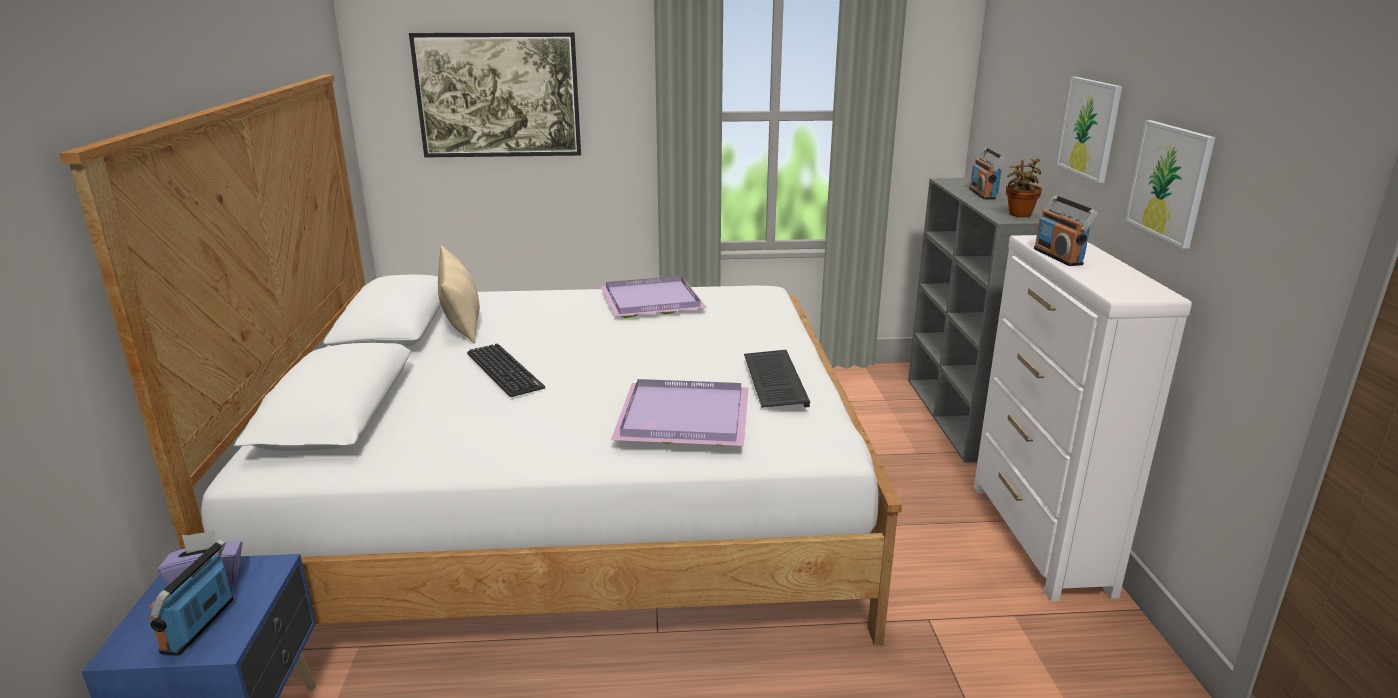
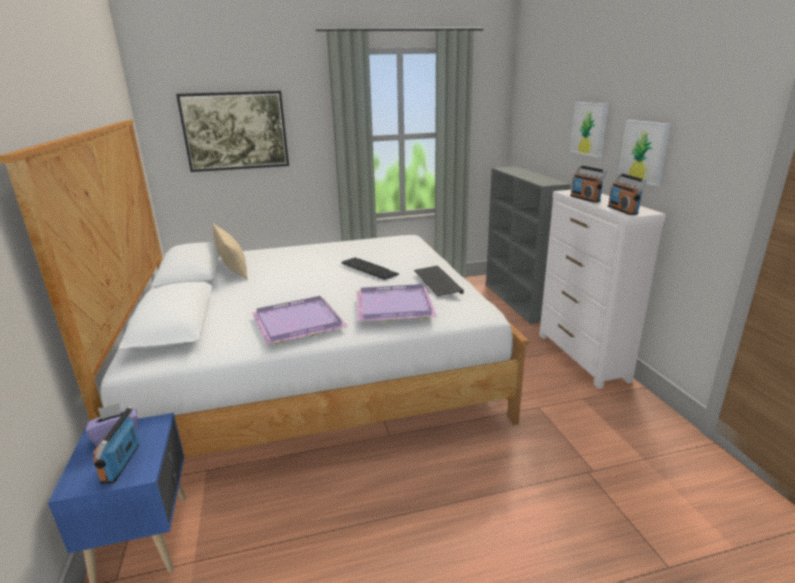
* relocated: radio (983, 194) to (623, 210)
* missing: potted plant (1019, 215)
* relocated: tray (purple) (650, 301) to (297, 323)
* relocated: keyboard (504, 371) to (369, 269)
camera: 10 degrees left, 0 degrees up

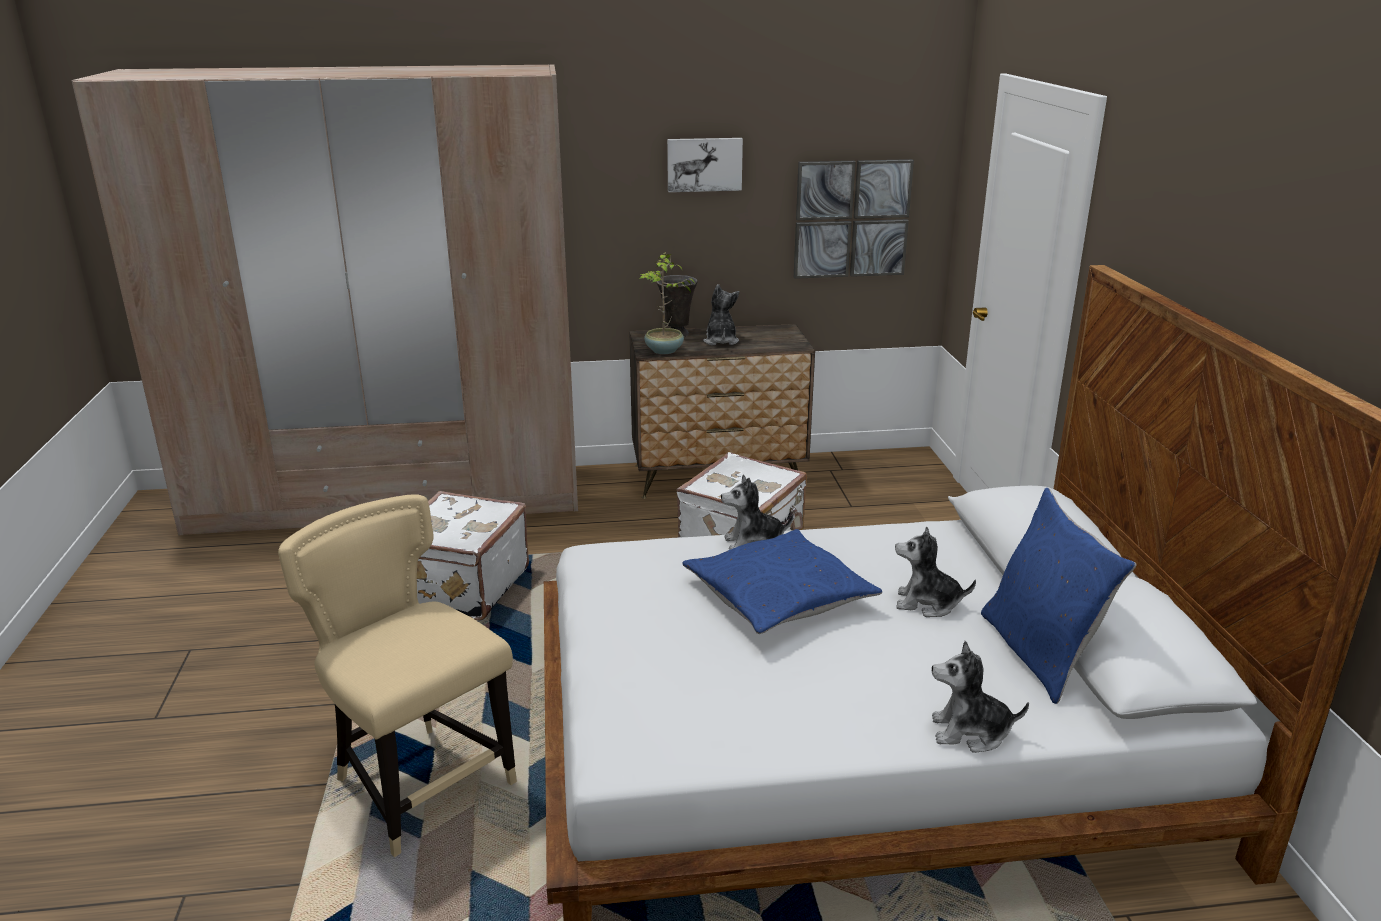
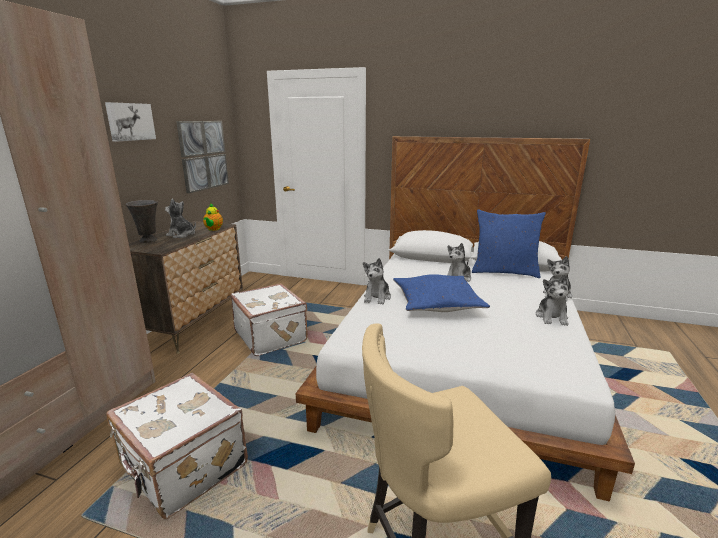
* missing: potted plant (664, 351)
* appeared: teapot (213, 229)
* appeared: plush toy (552, 317)
camera: 65 degrees left, 5 degrees down

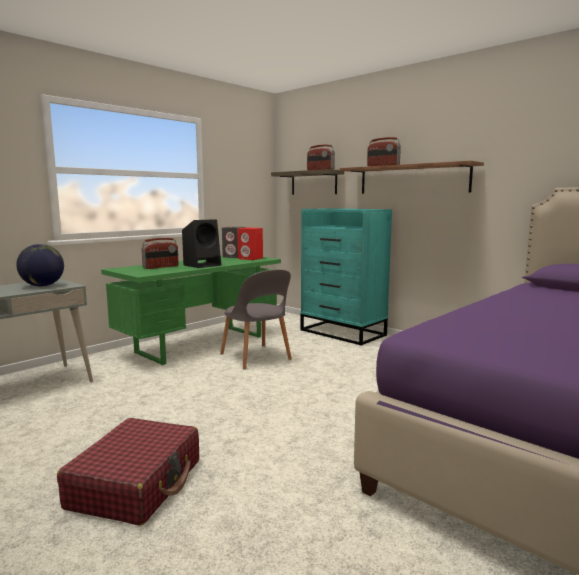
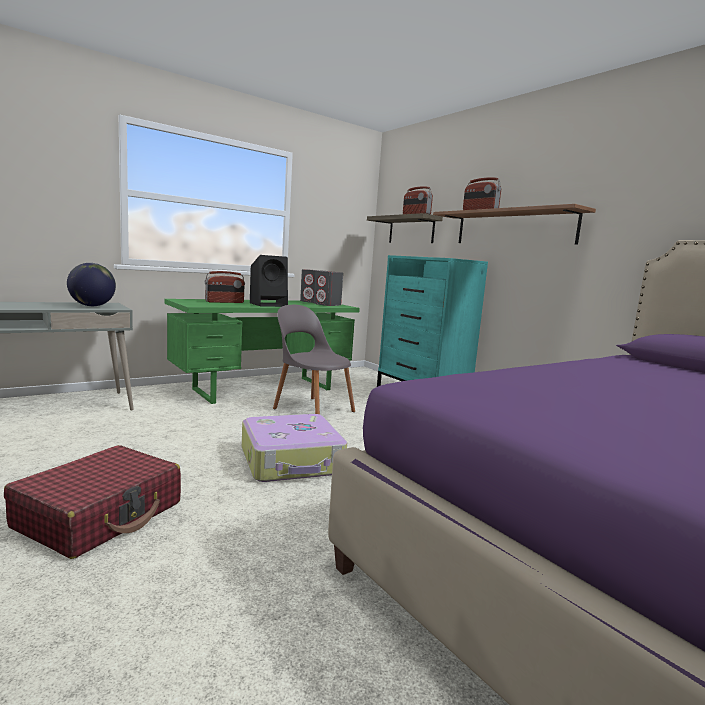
* colour: speaker (red) (250, 258) to speaker (grey) (327, 304)
* spun: chair (grey) (256, 357) = (311, 409) 150 degrees clockwise
* appeared: suitcase (292, 461)
camera: 10 degrees right, 0 degrees up

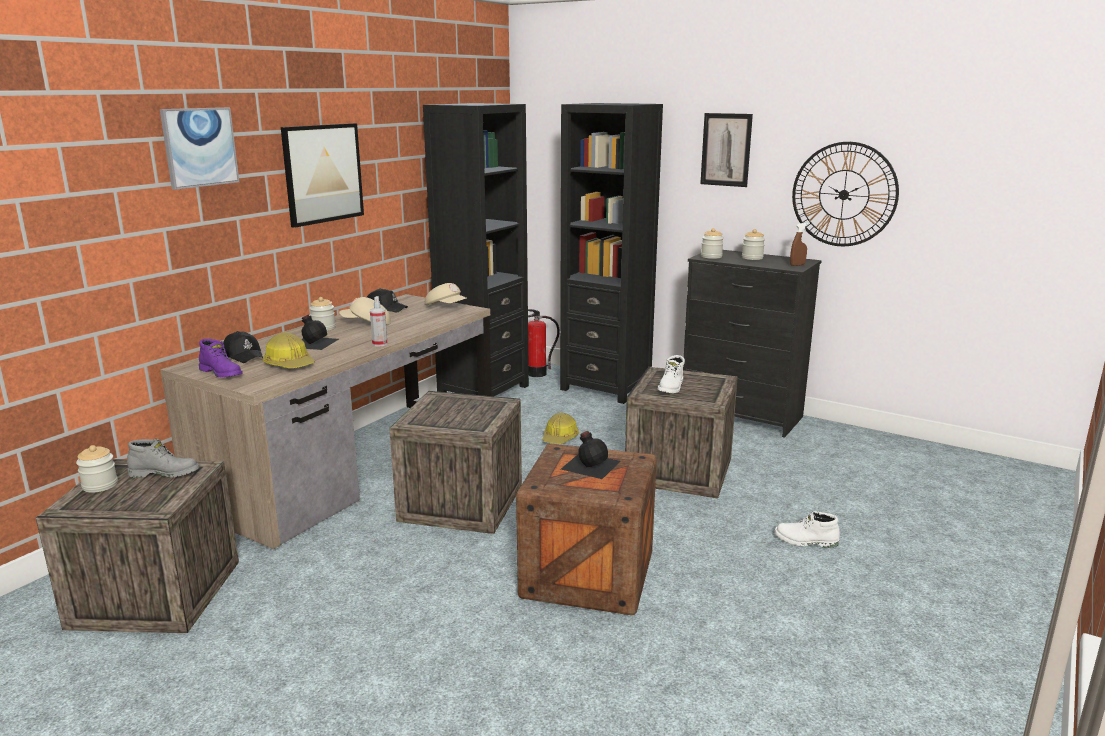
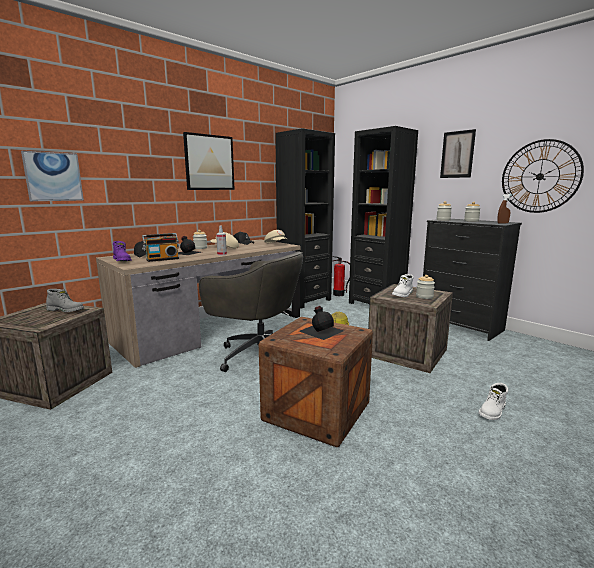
* relocated: picture (199, 147) to (53, 177)
* exchanged: hard hat (290, 364) to radio (162, 259)
* exchanged: crate (461, 503) to office chair (grey) (258, 356)
* relocated: jar (100, 485) to (424, 297)
* spun: boot (white) (805, 541) = (493, 411) 75 degrees counterclockwise
camera: 15 degrees right, 5 degrees down

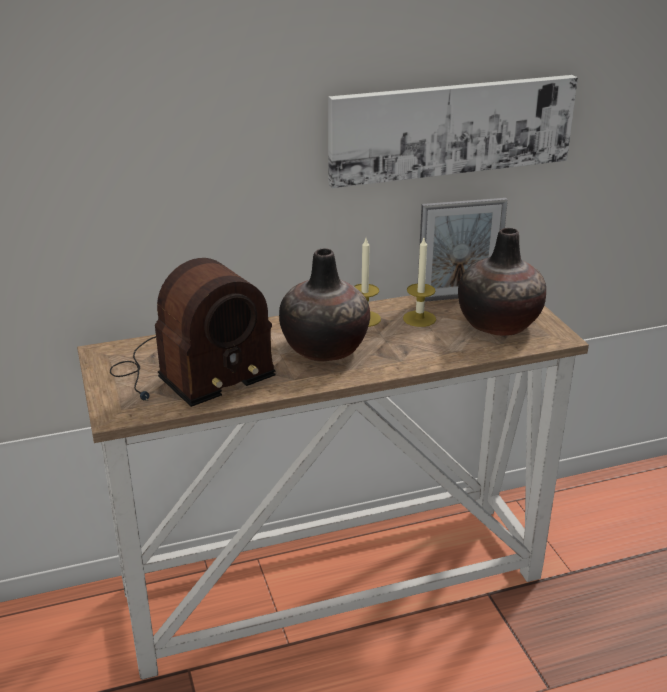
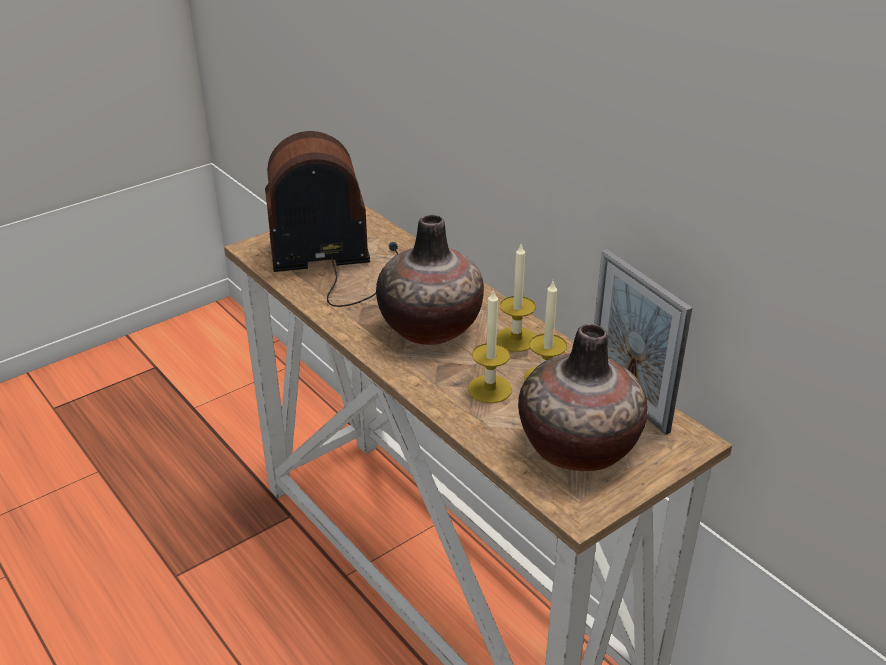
* missing: picture (451, 128)
* spun: radio (189, 373) = (338, 264) 135 degrees clockwise
* appeared: candle (489, 389)
camera: 70 degrees right, 5 degrees up

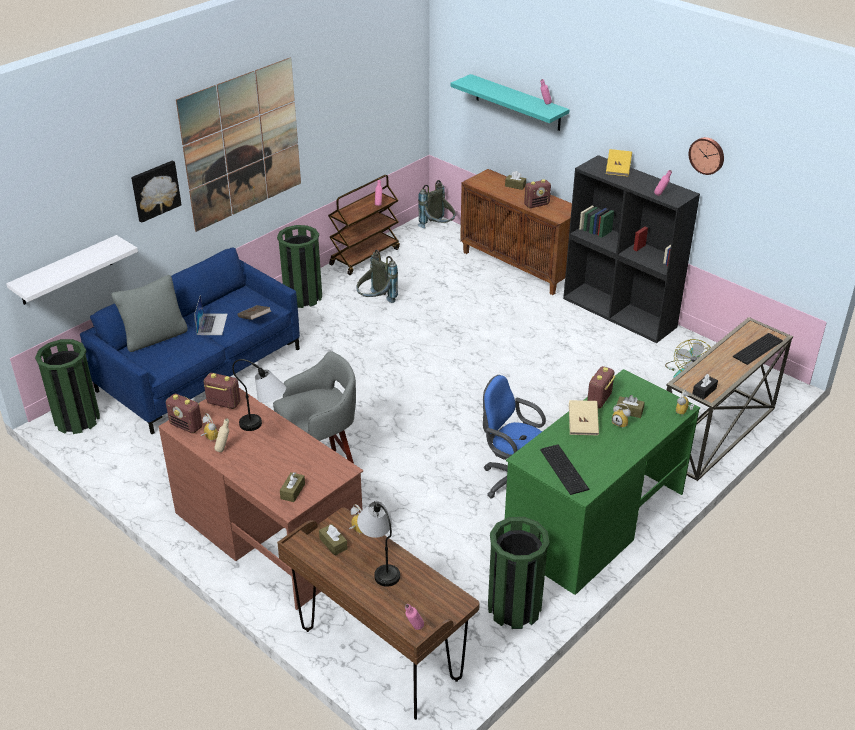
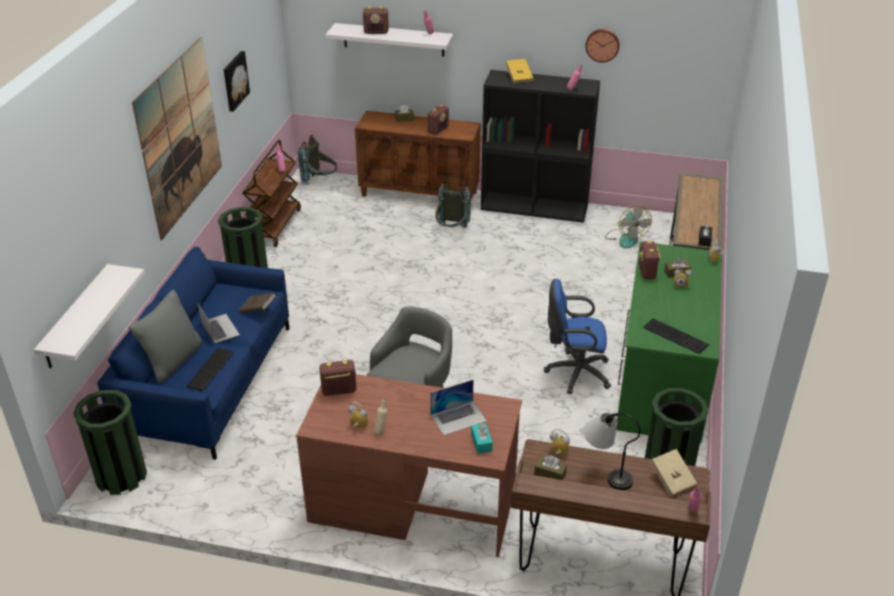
* colour: shelf (turquoise) (517, 102) to shelf (white) (393, 39)
* relocated: picture (155, 190) to (234, 80)
* relocated: backpack (grey) (376, 302) to (451, 231)
* relocated: keyboard (759, 349) to (212, 369)
* missing: table lamp (265, 426)
* relocated: radio (186, 426) to (376, 32)
* relocated: book (beige) (583, 425) to (672, 479)
* colour: tissue box (brown) (292, 491) to tissue box (turquoise) (481, 442)
* appeared: laptop (458, 417)
camera: 30 degrees left, 0 degrees up

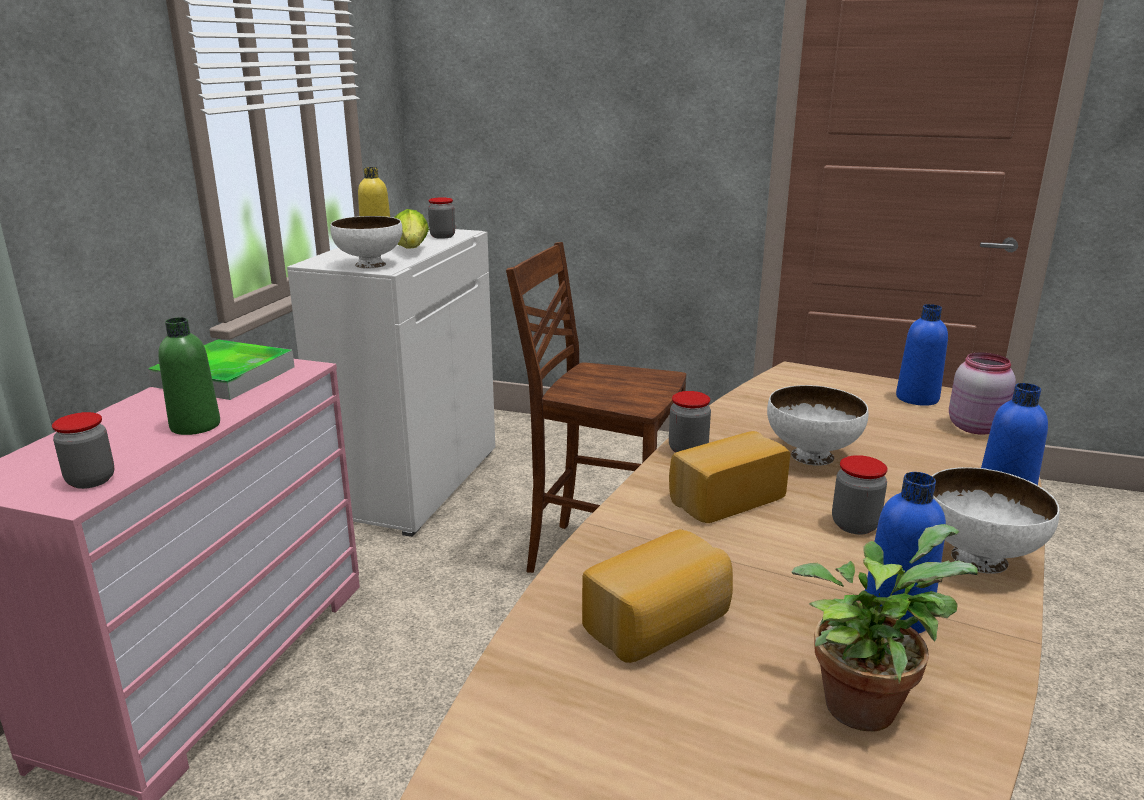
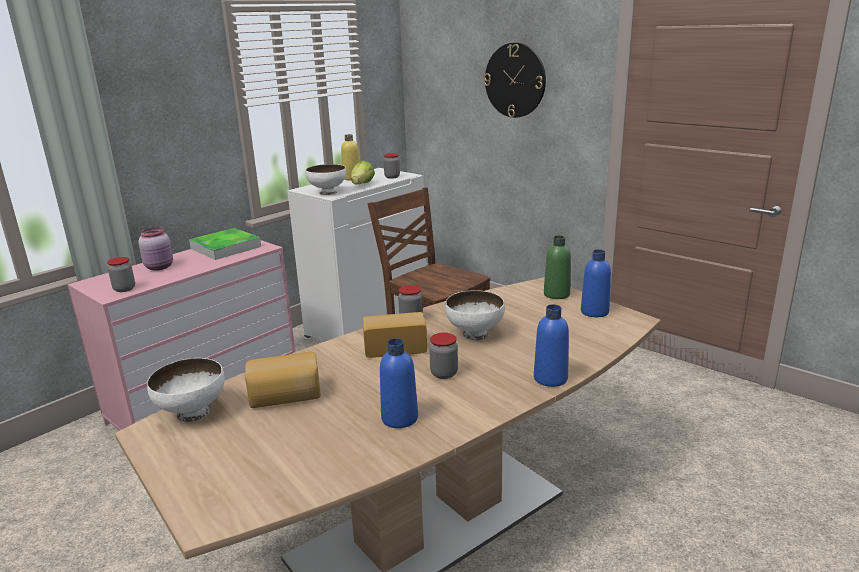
* relocated: bottle (green) (195, 426) to (556, 294)
* relocated: jar (pink) (976, 427) to (160, 267)
* relocated: bowl (white) (977, 558) to (193, 413)
* missing: potted plant (862, 701)
* appeared: wall clock (515, 80)
camera: 25 degrees right, 0 degrees up

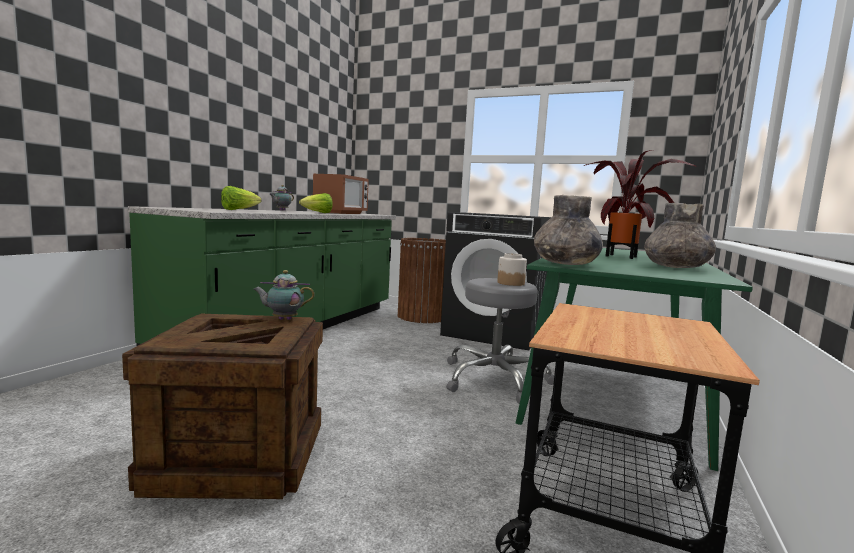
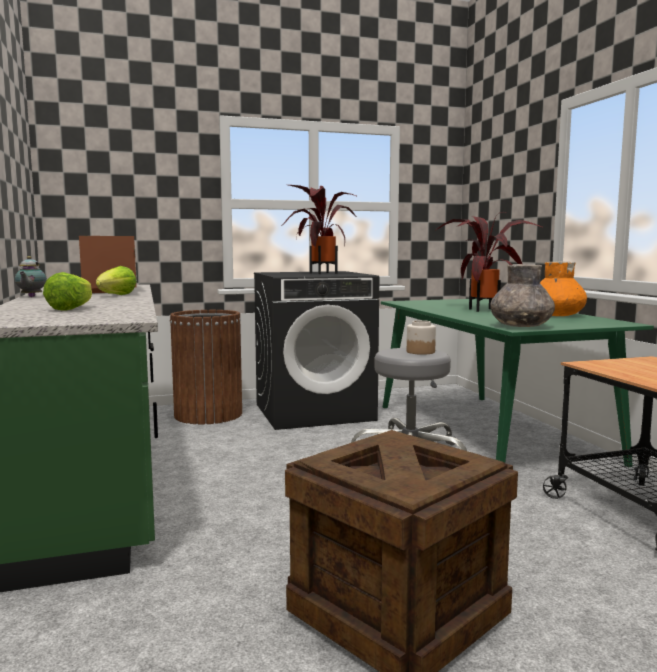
* colour: vase (grey) (676, 267) to vase (orange) (557, 315)
* missing: teapot (283, 319)
* appeared: potted plant (320, 273)
camera: 40 degrees left, 0 degrees up

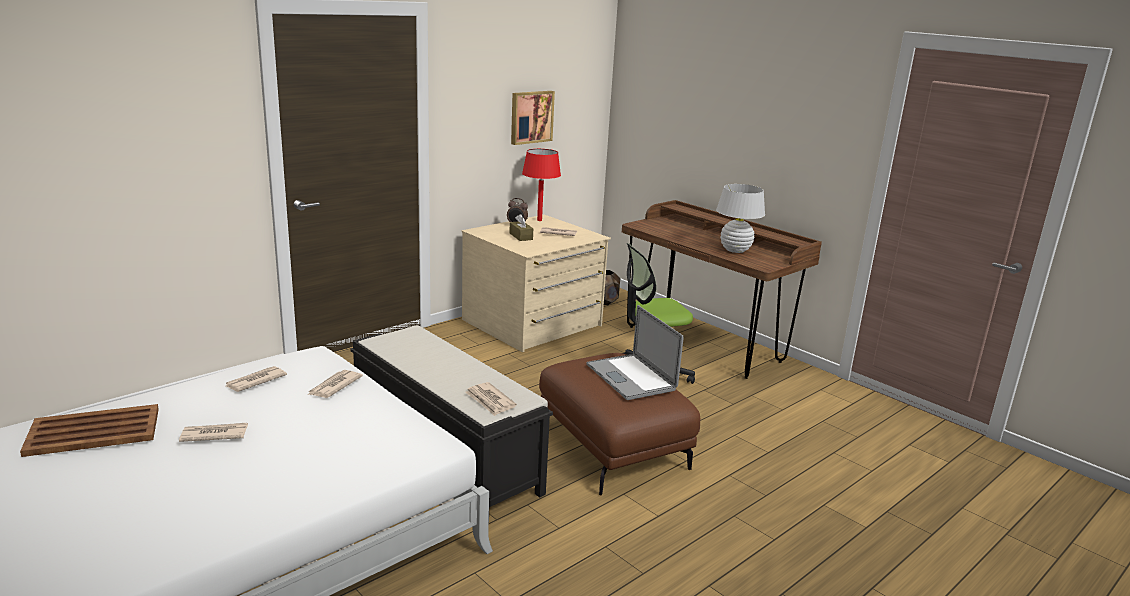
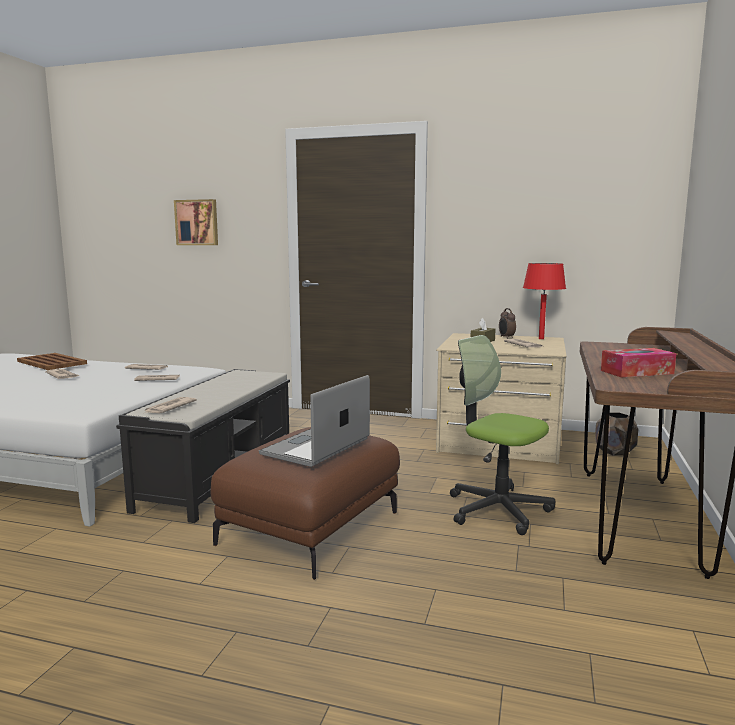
* relocated: picture (531, 117) to (197, 222)
* exchanged: table lamp (white) (735, 250) to tissue box (637, 372)
camera: 60 degrees right, 10 degrees down

